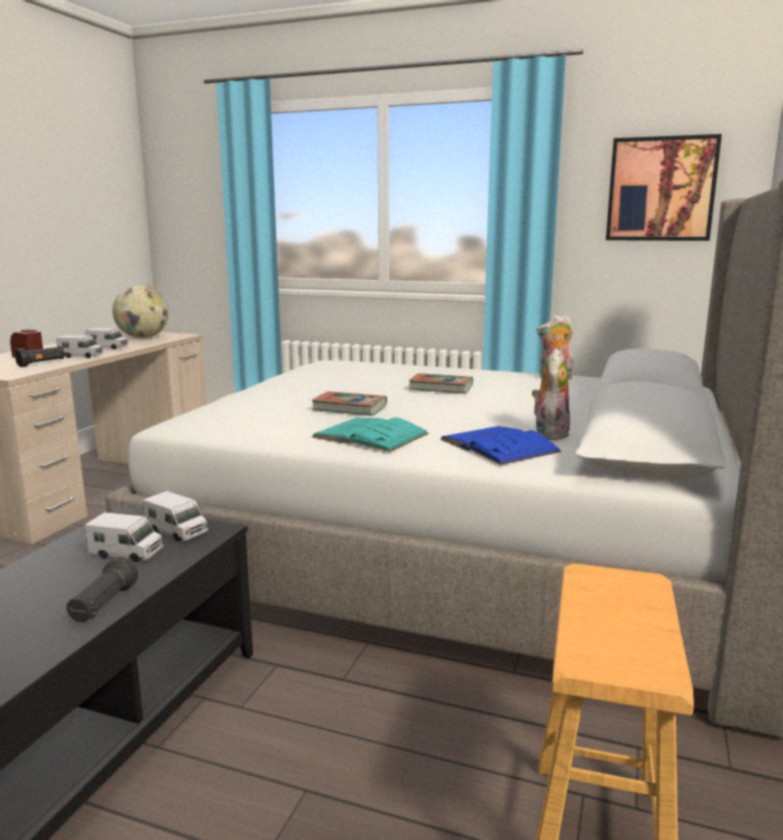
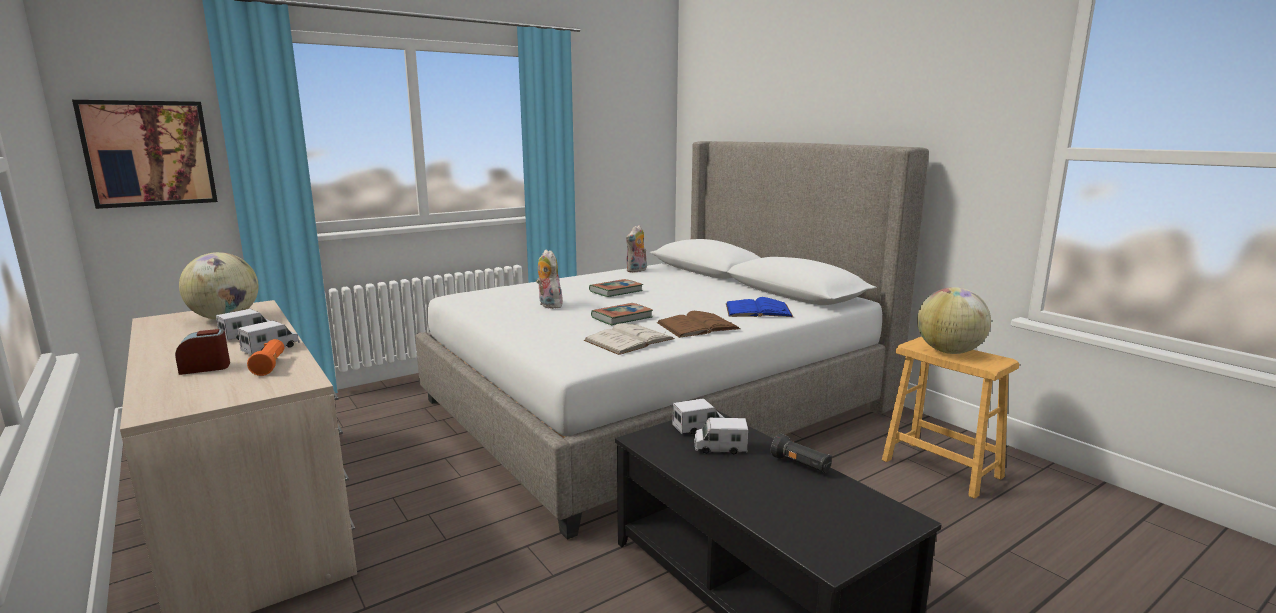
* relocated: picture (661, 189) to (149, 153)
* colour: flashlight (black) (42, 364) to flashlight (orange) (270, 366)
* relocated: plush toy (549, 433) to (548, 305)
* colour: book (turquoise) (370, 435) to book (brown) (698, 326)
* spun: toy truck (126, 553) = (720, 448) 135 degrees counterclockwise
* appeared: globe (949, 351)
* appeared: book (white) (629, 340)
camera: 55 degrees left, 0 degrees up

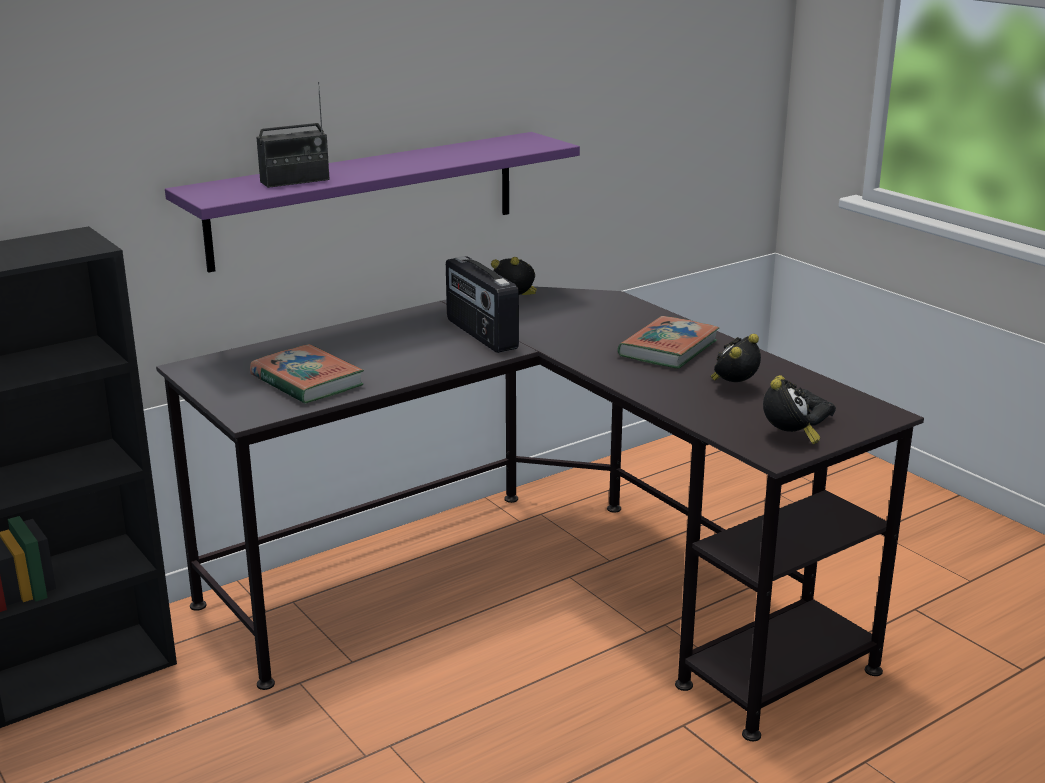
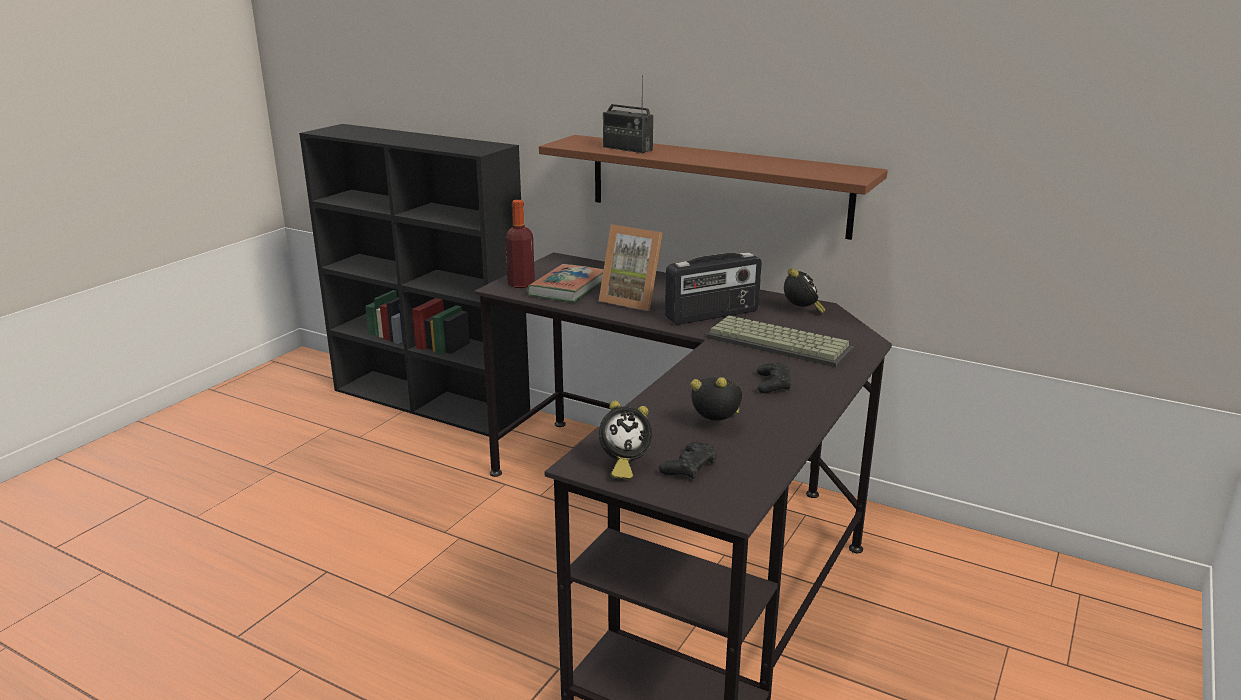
* colour: shelf (purple) (366, 199) to shelf (brown) (717, 185)
* spun: radio (480, 334) = (712, 315) 150 degrees counterclockwise
* exchanged: book (668, 349) to game controller (black) (773, 384)
* appeared: bottle (521, 284)
* appeared: picture frame (633, 300)
* appeared: keyboard (780, 343)
camera: 65 degrees right, 0 degrees up

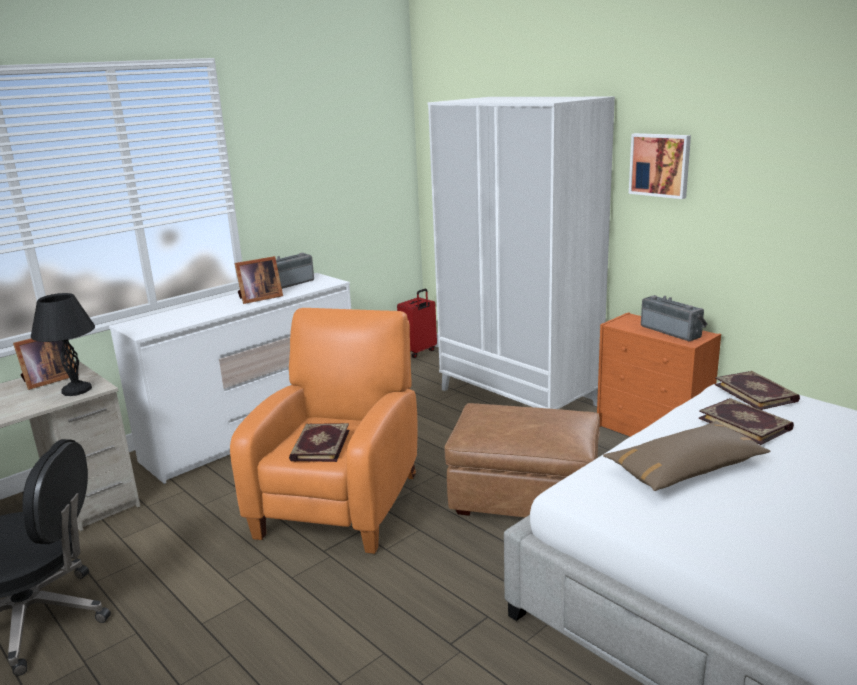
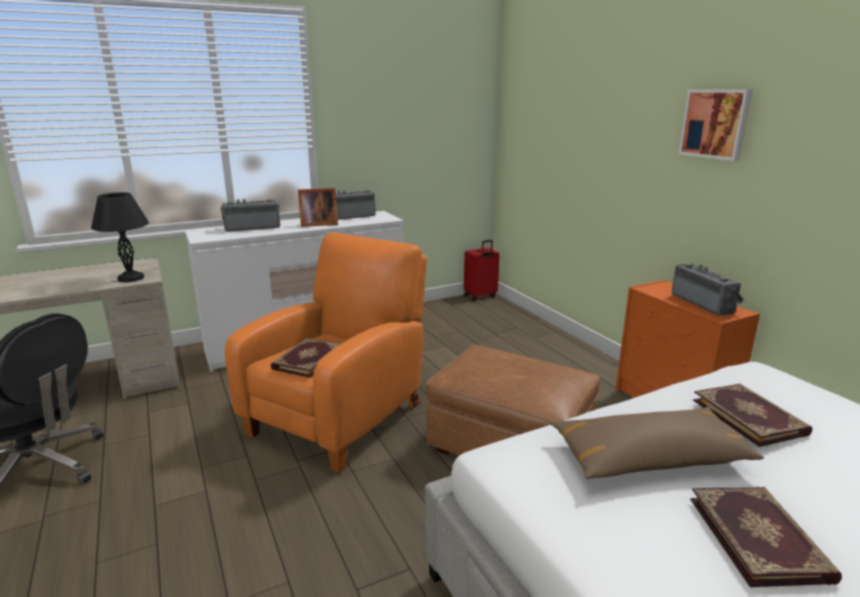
* missing: wardrobe (white) (519, 397)
* missing: picture frame (48, 380)
* relocated: book (756, 392) to (759, 537)
* appeared: radio (252, 227)
camera: 15 degrees right, 0 degrees up

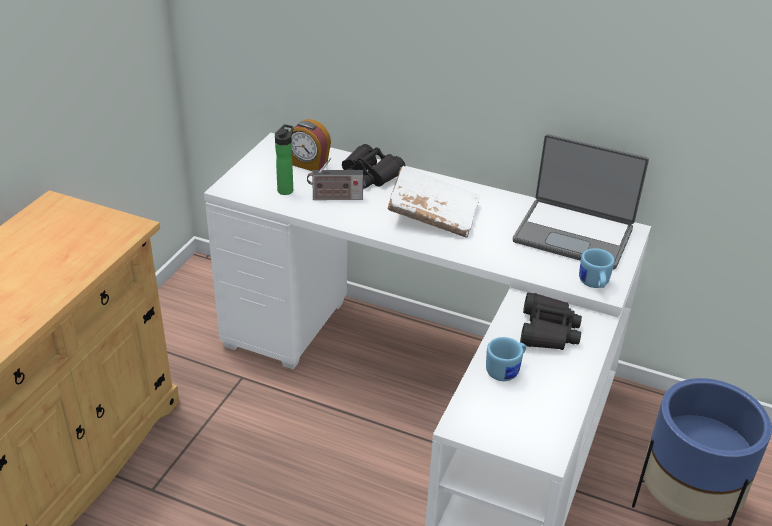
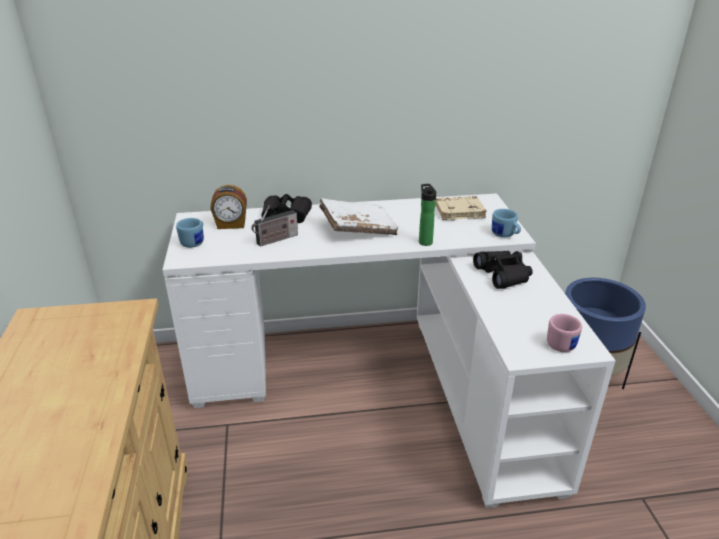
* relocated: bottle (286, 189) to (424, 241)
* exchanged: laptop (574, 234) to book (beige) (459, 211)
* relocated: mug (blue) (506, 370) to (195, 242)
* appeared: mug (pink) (563, 343)
camera: 30 degrees left, 5 degrees down

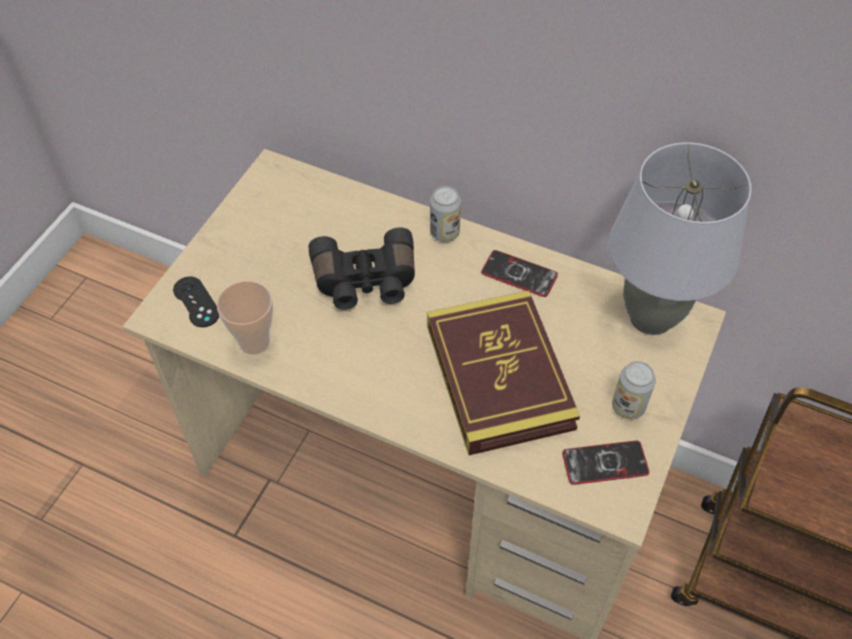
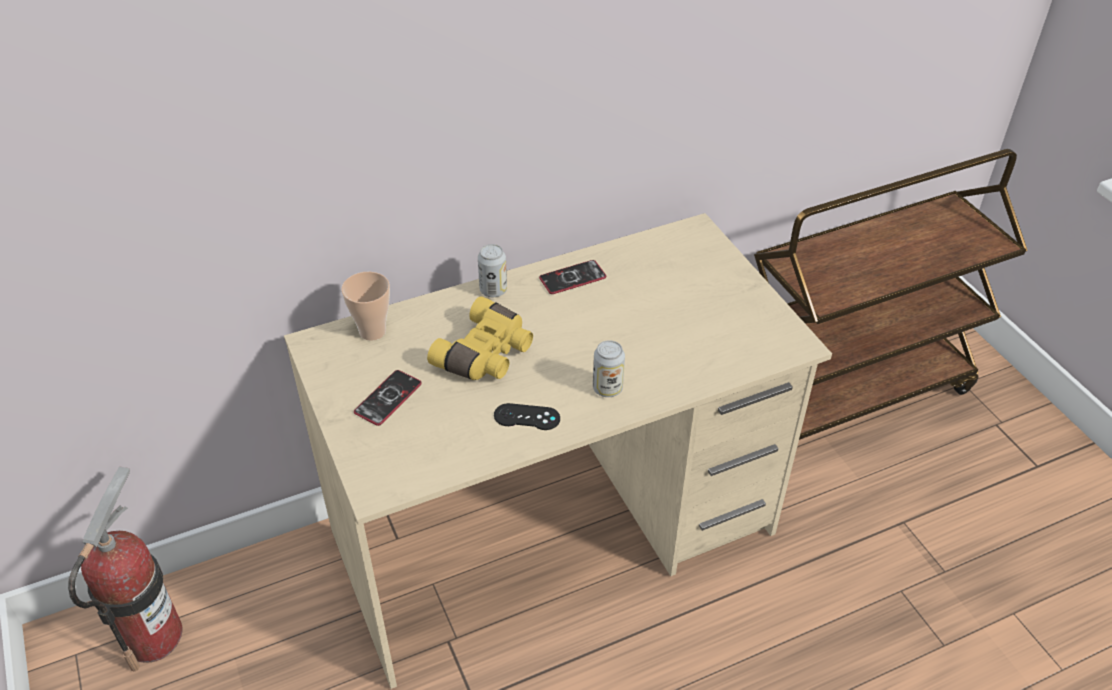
* missing: table lamp (grey) (651, 318)
* colour: binoculars (black) (365, 282) to binoculars (yellow) (487, 355)
* relocated: game controller (black) (196, 302) to (527, 417)
* relocated: cup (254, 342) to (372, 331)
* missing: book (499, 376)
* relocated: can (628, 406) to (607, 388)
* relocated: phone (605, 463) to (388, 398)
* appeared: fire extinguisher (152, 636)
camera: 50 degrees left, 10 degrees down

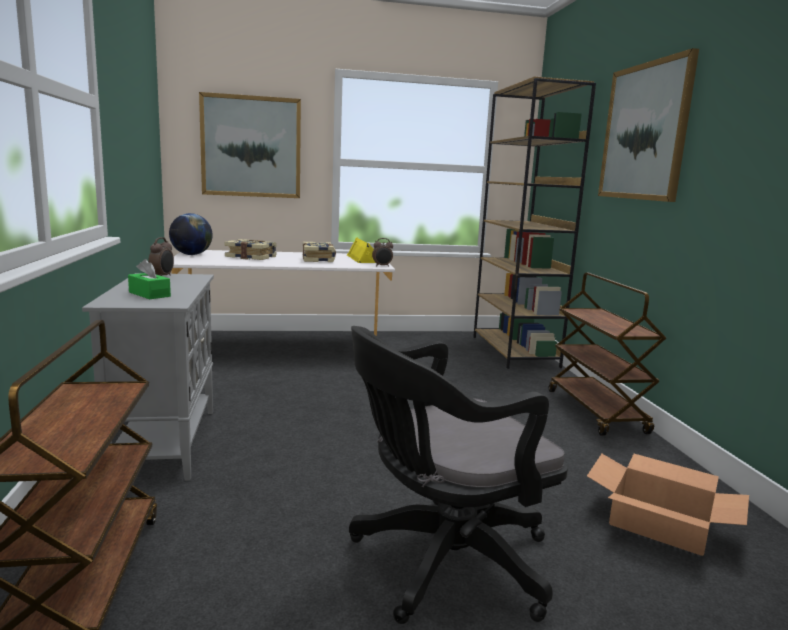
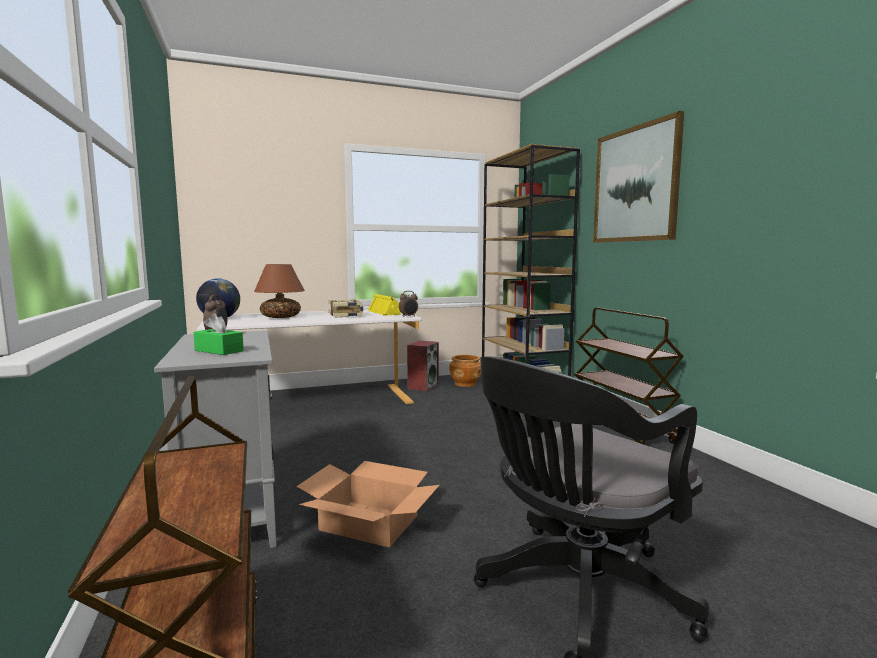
* missing: picture (251, 147)
* exchanged: book (251, 257) to table lamp (brown) (281, 317)
* relocated: cardboard box (659, 523) to (369, 522)
* appeared: speaker (423, 387)
* appeared: planter (brown) (465, 384)
camera: 10 degrees left, 5 degrees down

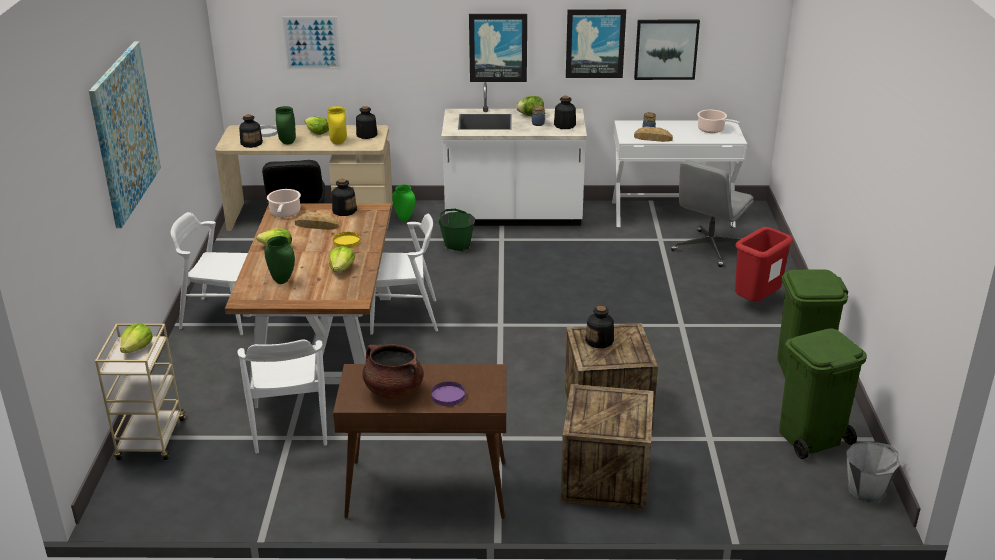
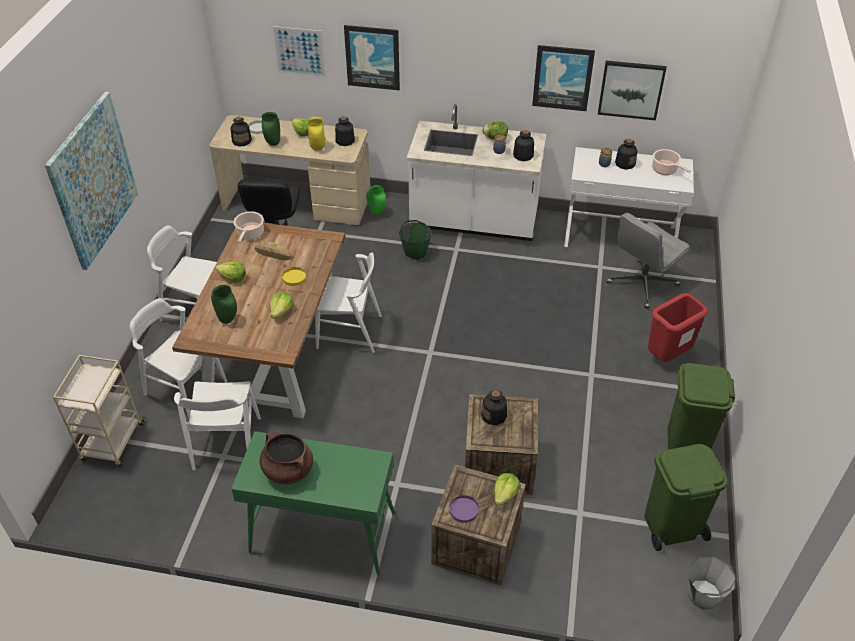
* relocated: picture (498, 47) to (372, 57)
* missing: bread (653, 138)
* relocated: bottle (344, 211) to (625, 163)
* relocated: lettuce (137, 348) to (505, 494)
* colour: console table (brown) (426, 490) to console table (green) (322, 533)
* relocated: plate (purple) (447, 395) to (463, 510)
* appeared: chair (white) (185, 388)
camera: 10 degrees right, 15 degrees up

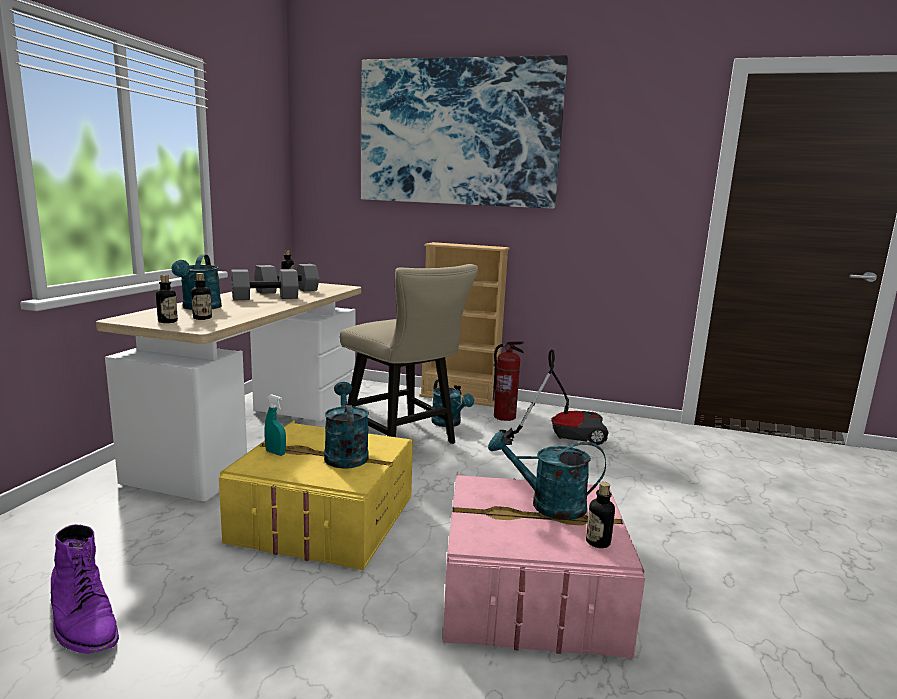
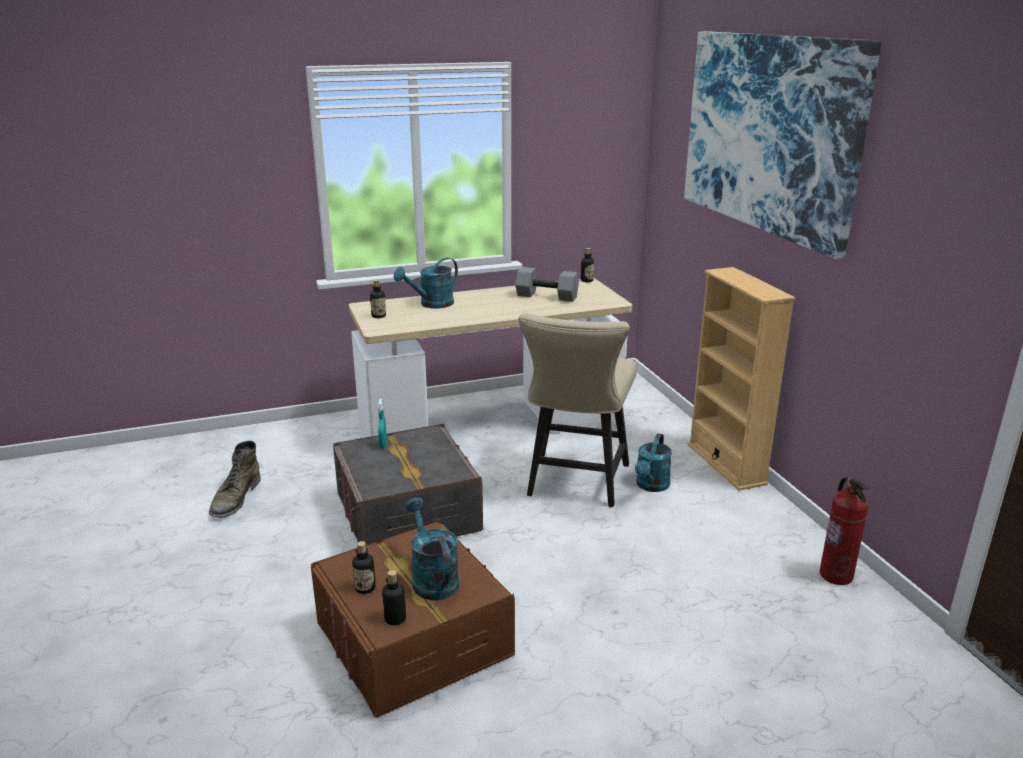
* missing: dumbbell (grey) (265, 298)
* relocated: bottle (202, 318) to (365, 588)
* relocated: fire extinguisher (505, 416) to (837, 575)
* missing: vacuum cleaner (561, 437)
* missing: watering can (turquoise) (345, 454)
* colour: storage box (yellow) (324, 519) to storage box (grey) (408, 512)
* colour: storage box (pink) (531, 592) to storage box (brown) (413, 640)
* colour: boot (purple) (83, 621) to boot (green) (235, 498)
camera: 55 degrees right, 10 degrees up

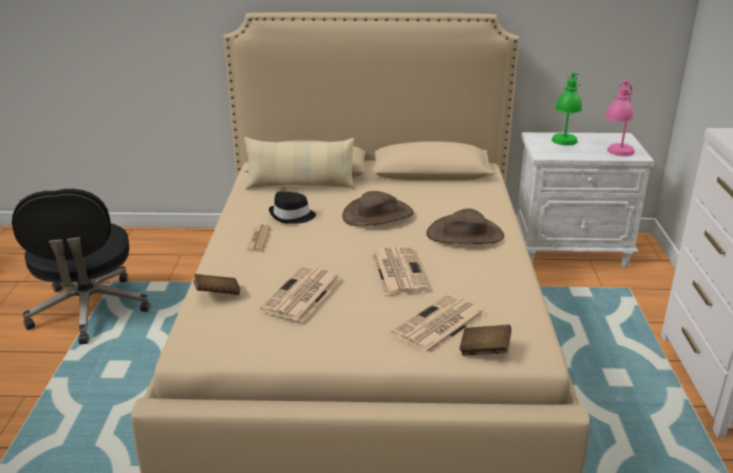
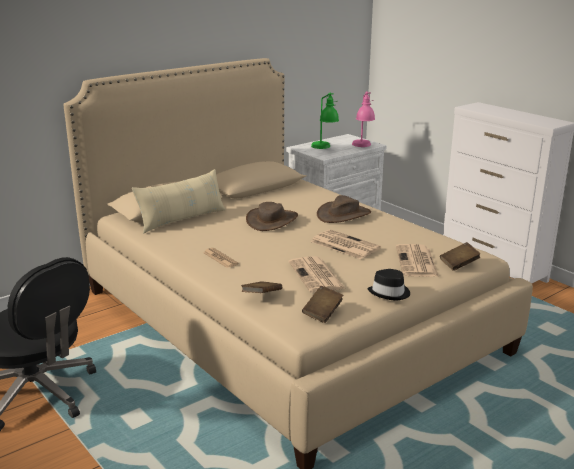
* relocated: hat (black) (292, 216) to (390, 293)
* appeared: book (brown) (322, 313)
camera: 40 degrees left, 5 degrees down

